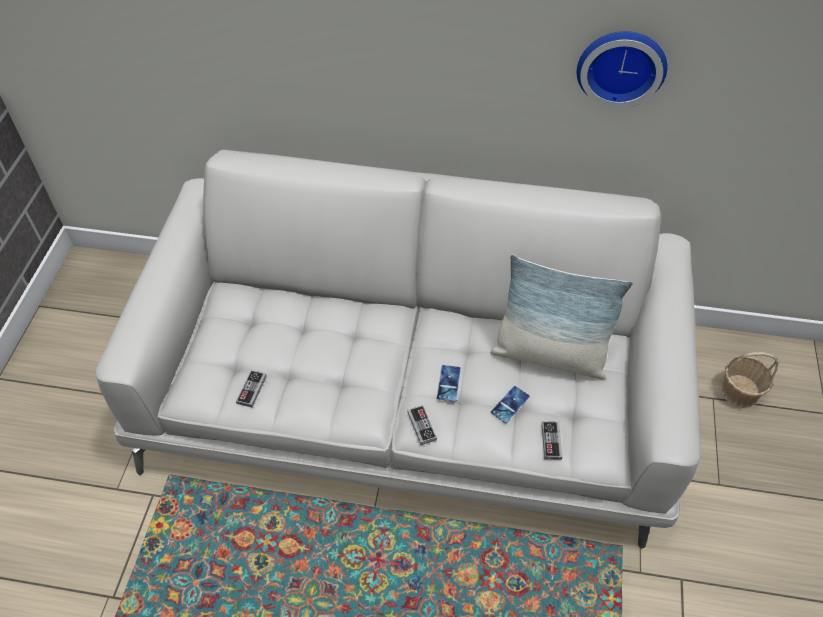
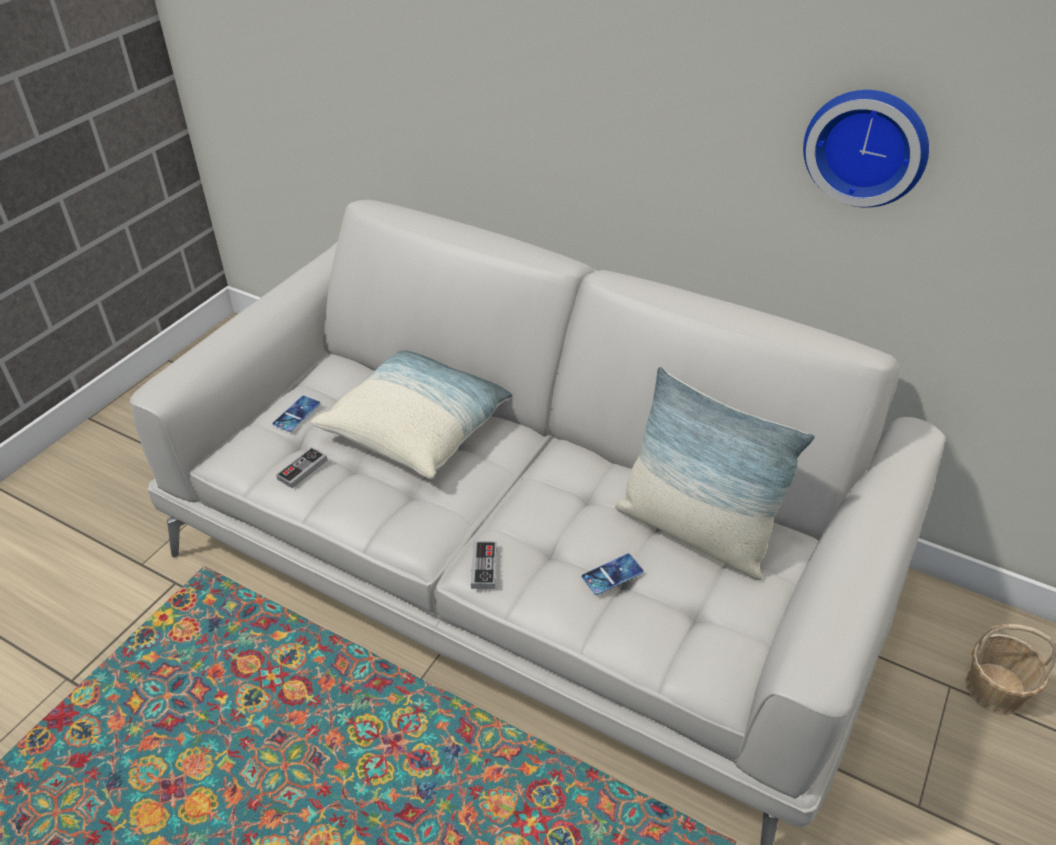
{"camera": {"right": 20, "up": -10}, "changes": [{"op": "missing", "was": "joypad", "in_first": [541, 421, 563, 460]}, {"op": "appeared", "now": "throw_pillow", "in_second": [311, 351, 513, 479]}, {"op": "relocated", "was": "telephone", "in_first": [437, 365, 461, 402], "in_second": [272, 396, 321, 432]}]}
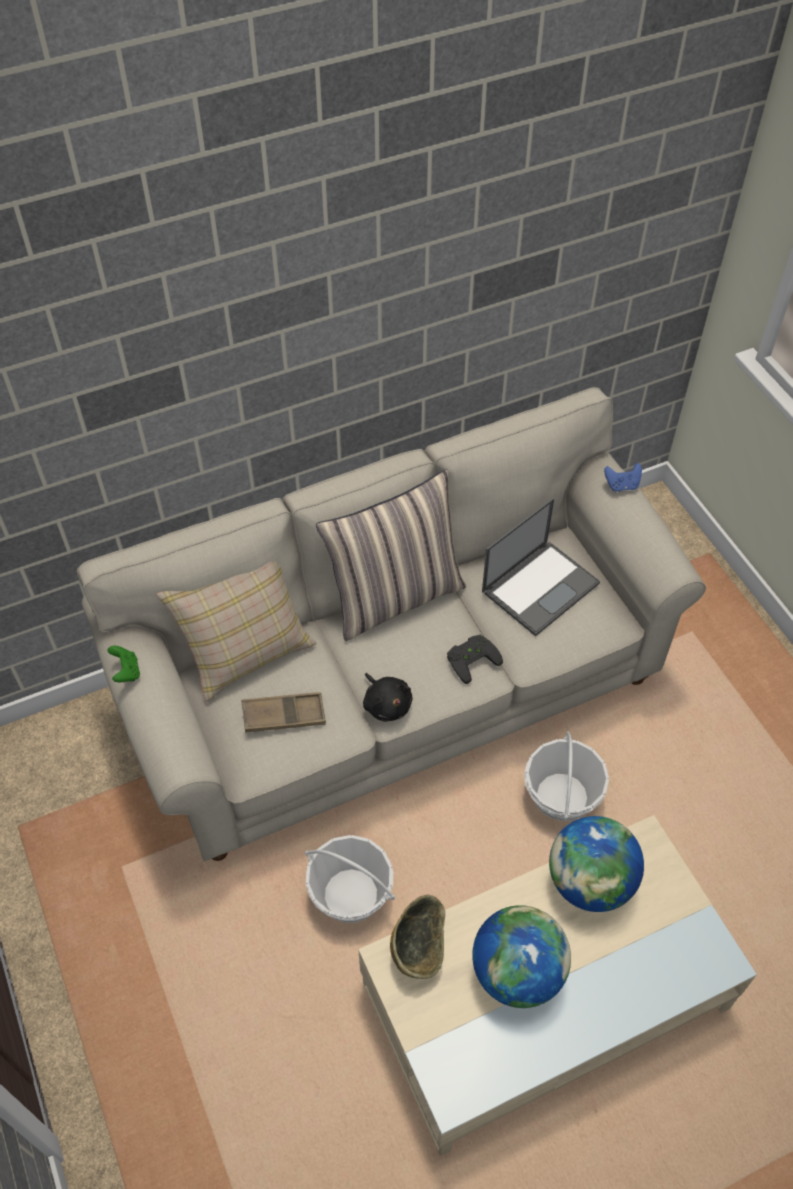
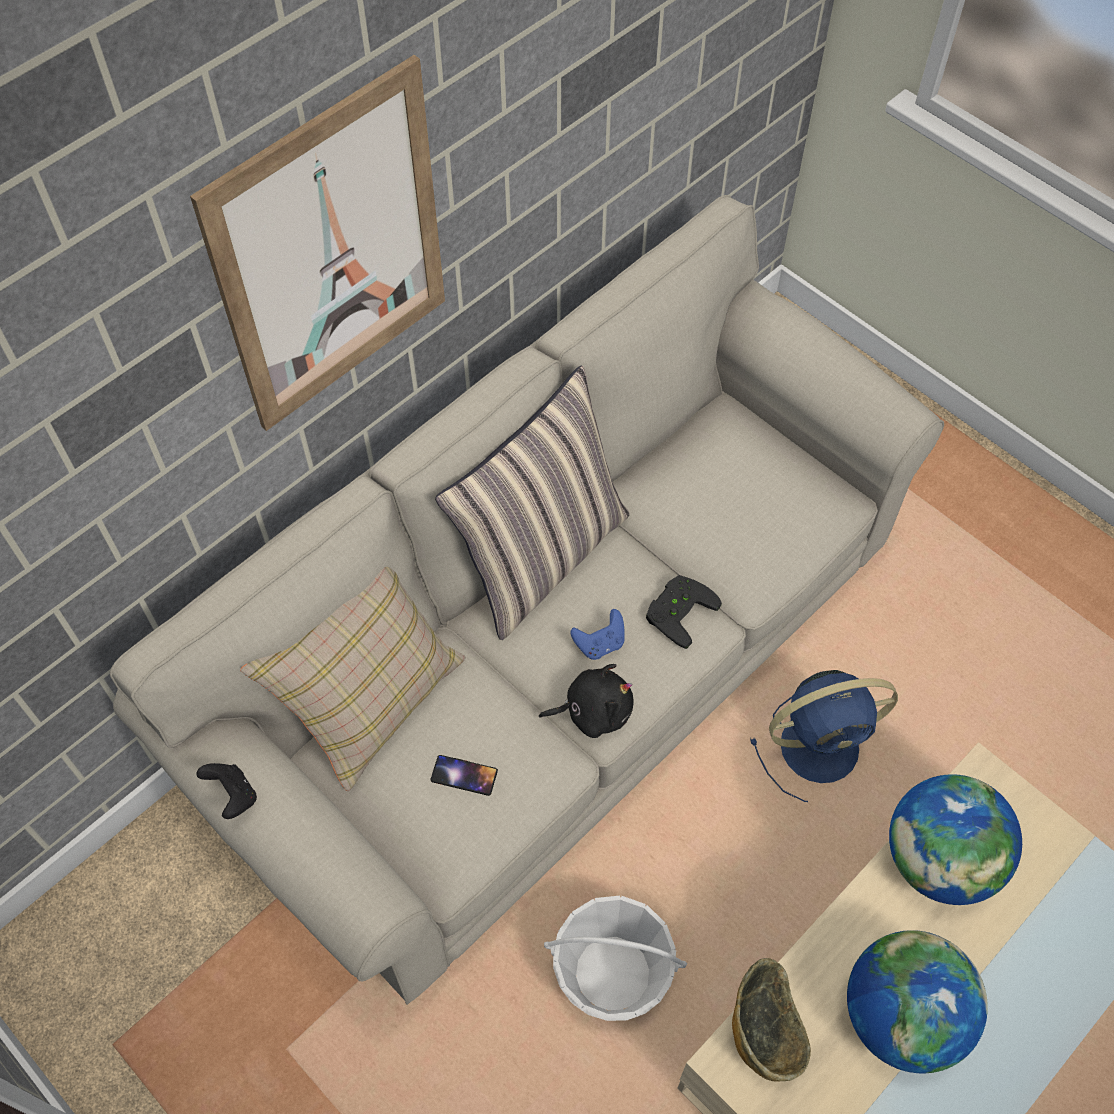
{"camera": {"right": -20, "up": 5}, "changes": [{"op": "missing", "was": "notebook_computer", "in_first": [482, 498, 600, 637]}, {"op": "appeared", "now": "wall_picture", "in_second": [190, 55, 445, 431]}, {"op": "relocated", "was": "blue-coloured_joypad", "in_first": [604, 463, 642, 492], "in_second": [570, 609, 625, 660]}, {"op": "exchanged", "was": "brown_serving_tray", "now": "telephone", "in_first": [242, 692, 326, 733], "in_second": [430, 755, 498, 796]}, {"op": "exchanged", "was": "household_basket", "now": "blue-coloured_fan", "in_first": [524, 731, 609, 821], "in_second": [750, 670, 898, 802]}, {"op": "colour", "was": "green-coloured_joypad", "now": "black-coloured_joypad", "in_first": [108, 646, 140, 682], "in_second": [196, 763, 257, 819]}, {"op": "spun", "was": "black-coloured_cuddly_toy", "in_first": [363, 673, 413, 722], "in_second": [539, 664, 634, 738], "clockwise": -45}]}
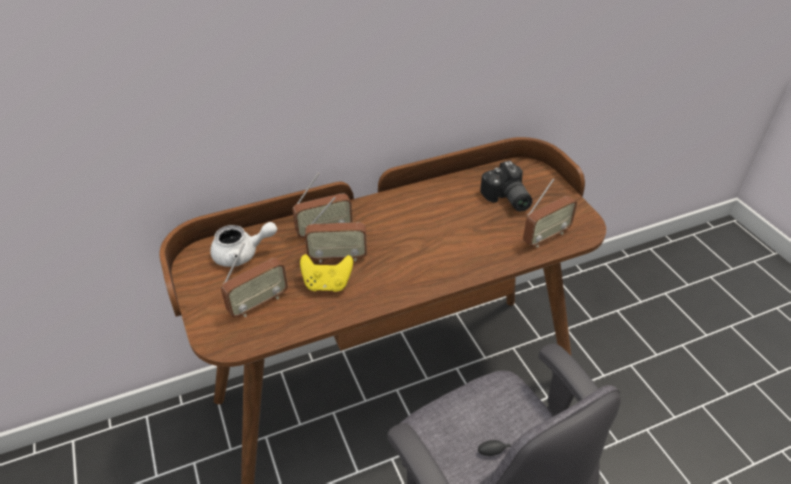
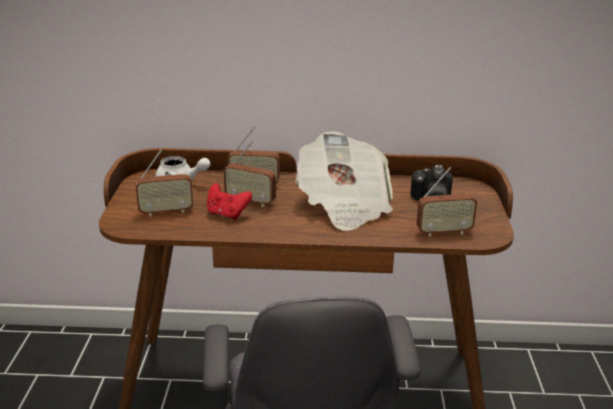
{"camera": {"right": 25, "up": -15}, "changes": [{"op": "appeared", "now": "newspaper", "in_second": [295, 131, 393, 231]}, {"op": "colour", "was": "yellow_joypad", "now": "reddish_joypad", "in_first": [300, 254, 353, 292], "in_second": [207, 183, 252, 220]}]}
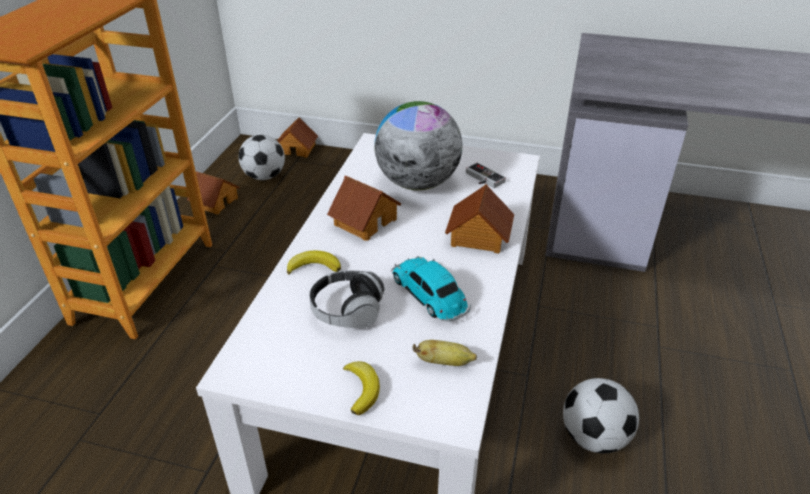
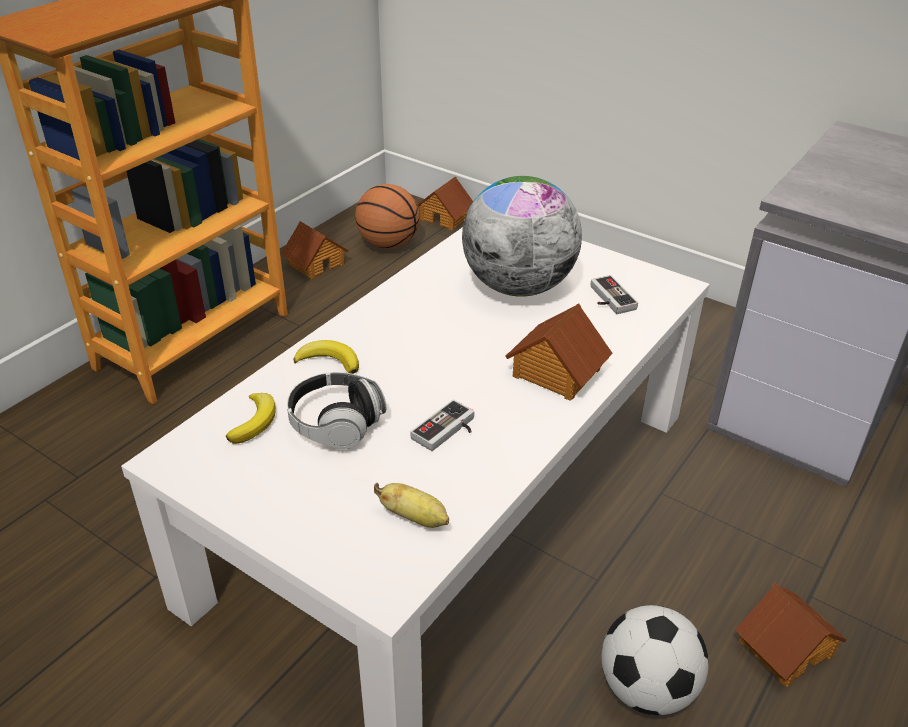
{"camera": {"right": 20, "up": 0}, "changes": [{"op": "relocated", "was": "miniature_house", "in_first": [327, 175, 401, 241], "in_second": [735, 583, 847, 687]}, {"op": "relocated", "was": "banana_fruit", "in_first": [343, 361, 380, 415], "in_second": [226, 393, 276, 444]}, {"op": "exchanged", "was": "football", "now": "basketball", "in_first": [238, 134, 285, 180], "in_second": [355, 184, 420, 249]}, {"op": "exchanged", "was": "toy_car", "now": "joypad", "in_first": [391, 256, 471, 322], "in_second": [410, 399, 474, 451]}]}
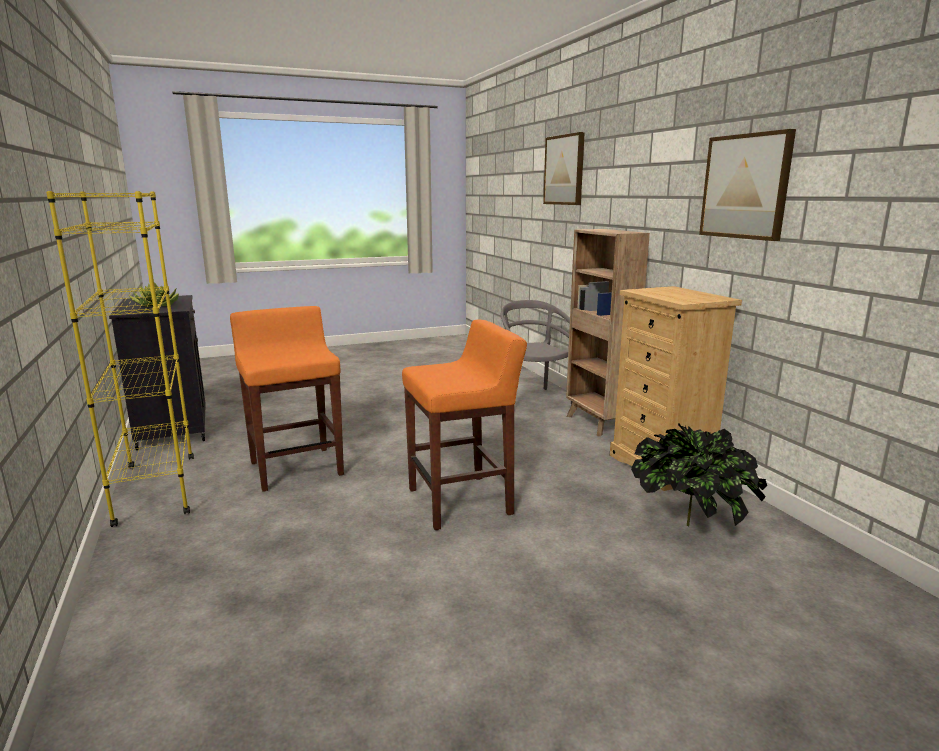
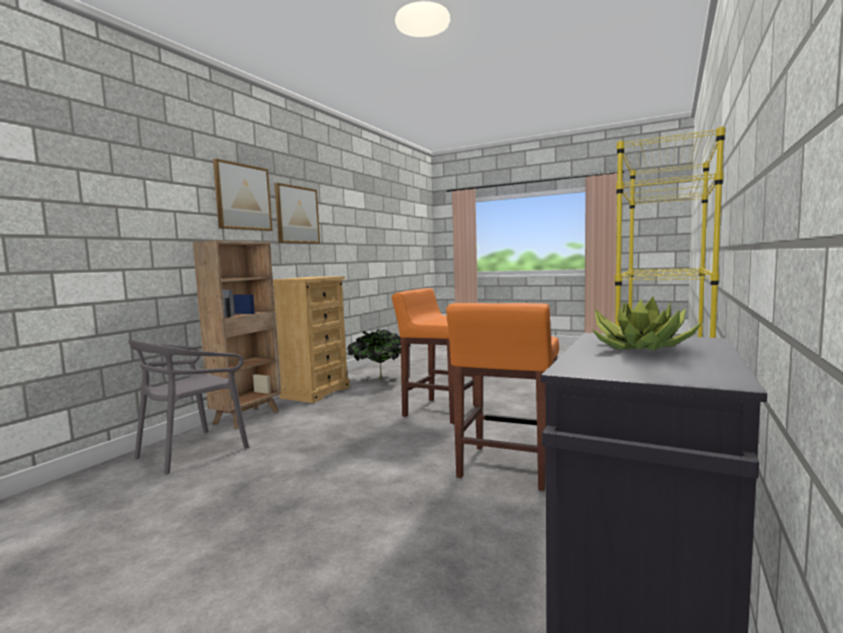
{"camera": {"right": -130, "up": -10}, "changes": [{"op": "relocated", "was": "wall_picture", "in_first": [543, 132, 585, 205], "in_second": [213, 159, 273, 231]}]}
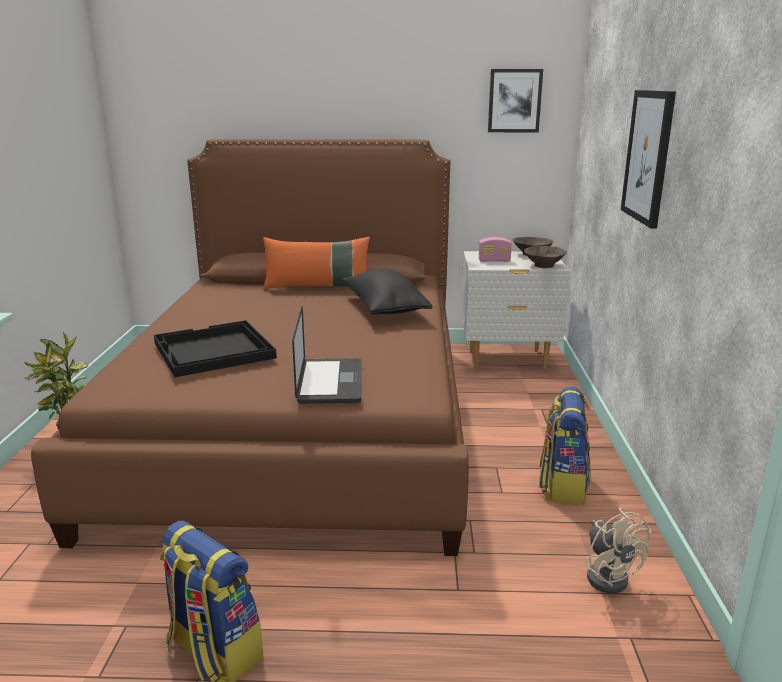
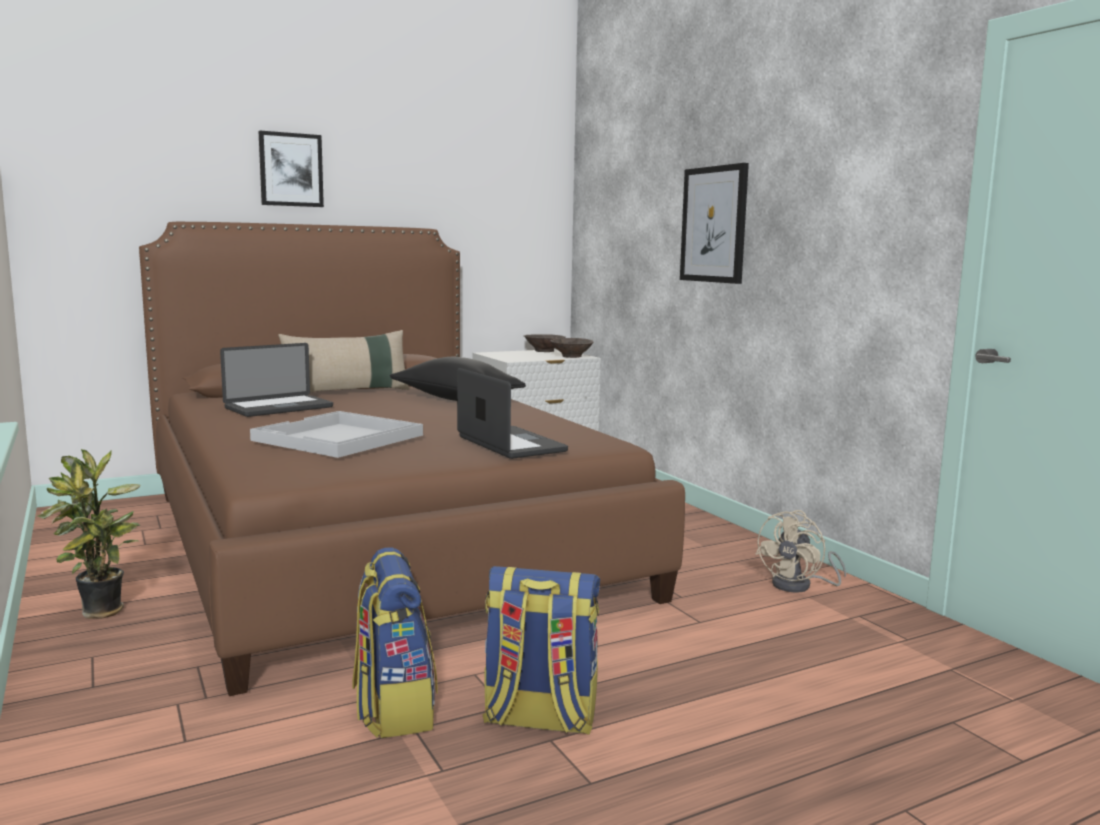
{"camera": {"right": -30, "up": -10}, "changes": [{"op": "missing", "was": "radio_set", "in_first": [479, 237, 512, 262]}, {"op": "appeared", "now": "notebook_computer", "in_second": [220, 343, 333, 417]}, {"op": "relocated", "was": "wall_picture", "in_first": [488, 69, 543, 132], "in_second": [258, 130, 324, 207]}, {"op": "relocated", "was": "knapsack", "in_first": [539, 387, 591, 505], "in_second": [353, 547, 438, 738]}, {"op": "colour", "was": "black-coloured_serving_tray", "now": "white_serving_tray", "in_first": [154, 320, 277, 377], "in_second": [250, 411, 423, 458]}, {"op": "colour", "was": "orange_throw_pillow", "now": "sand-coloured_throw_pillow", "in_first": [263, 237, 370, 290], "in_second": [278, 330, 410, 393]}, {"op": "spun", "was": "sand-coloured_fan", "in_first": [585, 507, 652, 594], "in_second": [756, 510, 846, 592], "clockwise": 90}]}
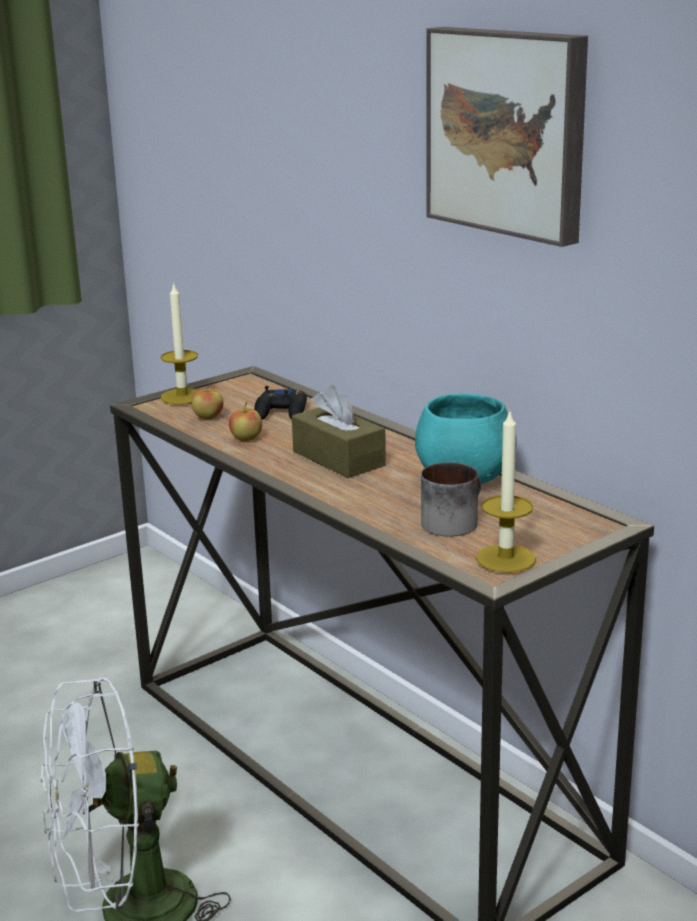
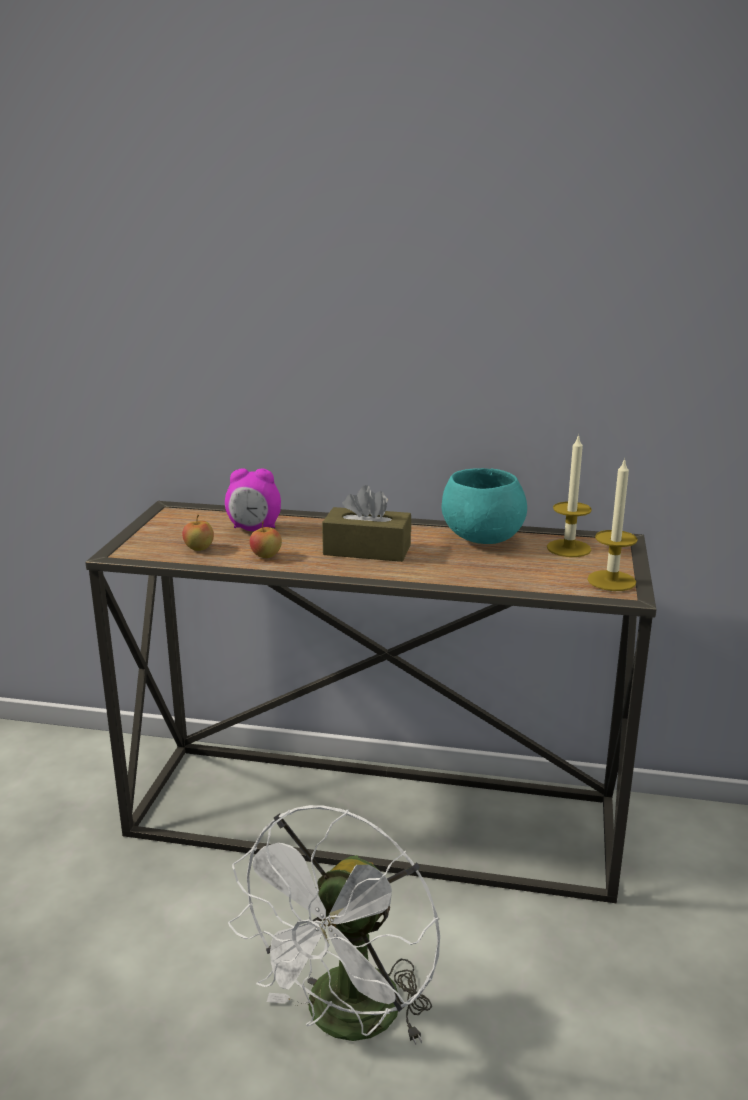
{"camera": {"right": -40, "up": 0}, "changes": [{"op": "missing", "was": "coffee_mug", "in_first": [421, 462, 481, 537]}, {"op": "missing", "was": "wall_picture", "in_first": [426, 27, 588, 247]}, {"op": "relocated", "was": "candle", "in_first": [161, 282, 198, 404], "in_second": [547, 434, 592, 557]}, {"op": "exchanged", "was": "black-coloured_joypad", "now": "table_clock", "in_first": [254, 386, 307, 420], "in_second": [225, 469, 281, 531]}]}
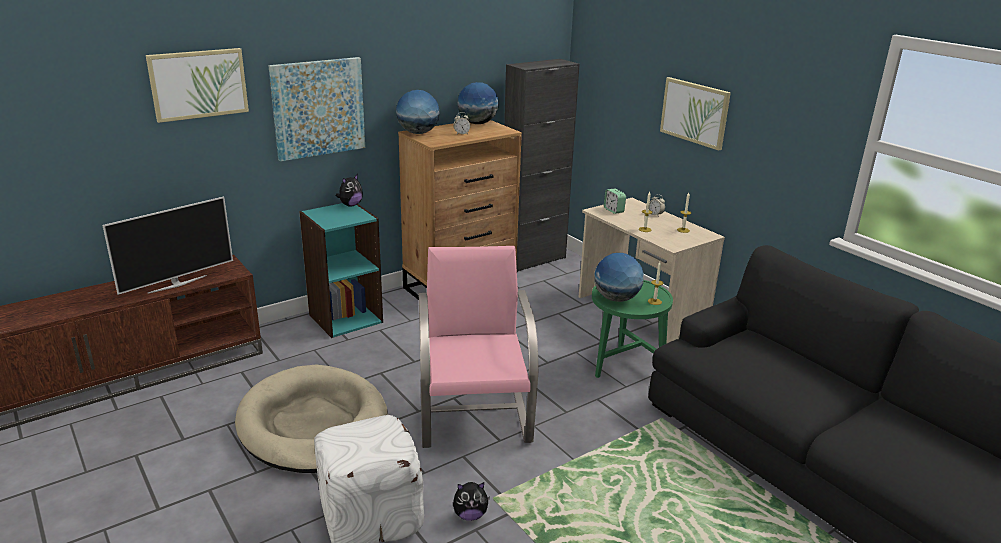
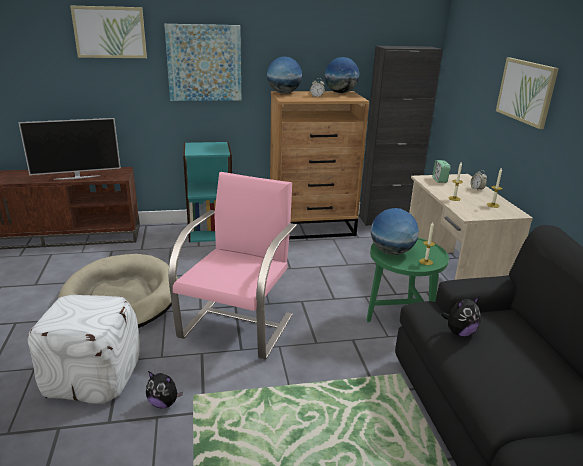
{"camera": {"right": 25, "up": 0}, "changes": [{"op": "relocated", "was": "cuddly_toy", "in_first": [336, 174, 363, 207], "in_second": [441, 297, 481, 336]}]}
